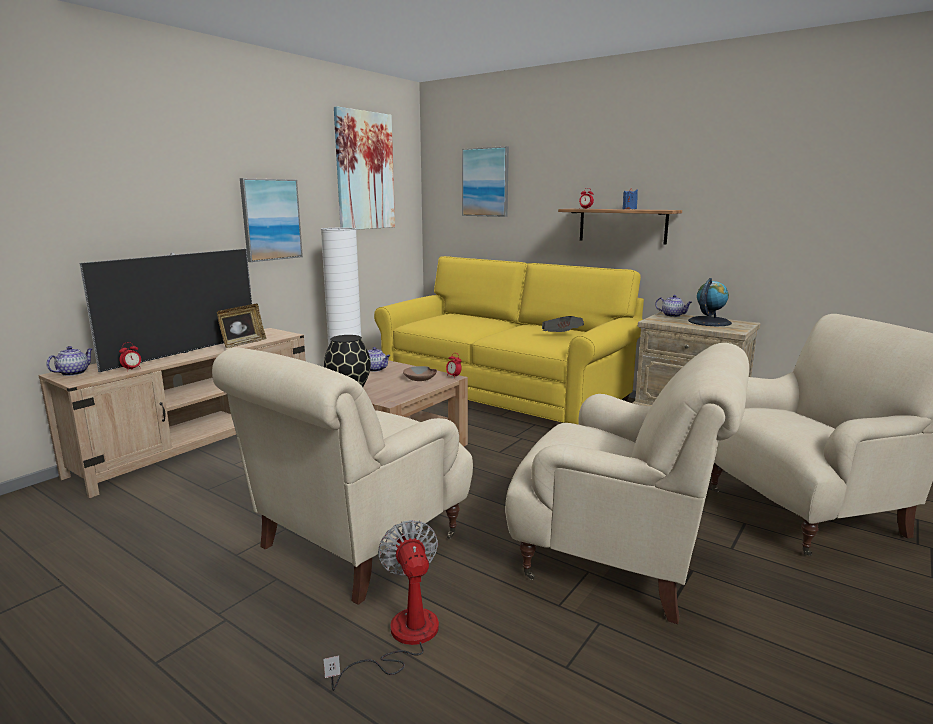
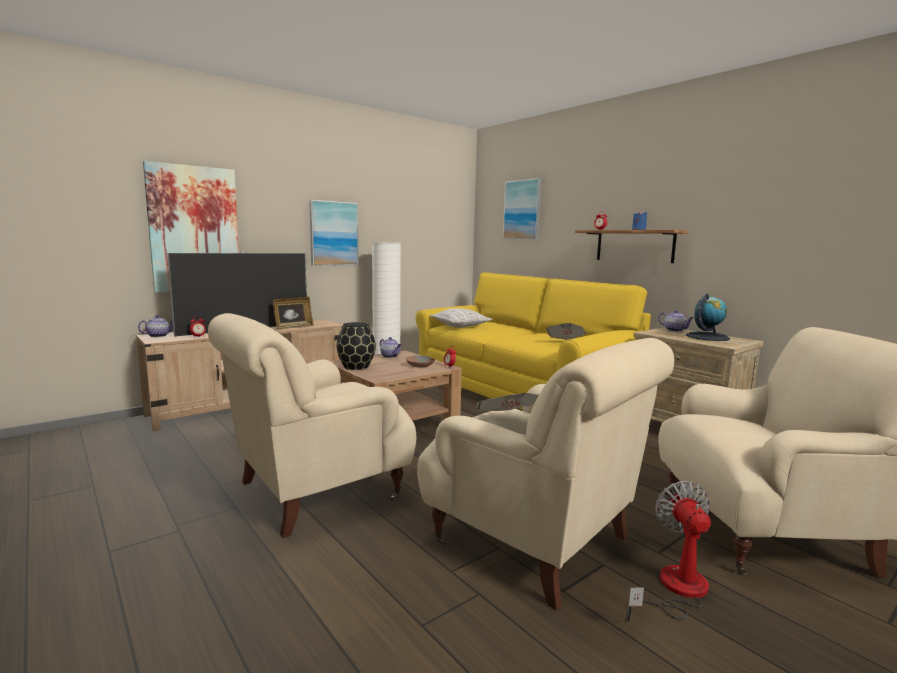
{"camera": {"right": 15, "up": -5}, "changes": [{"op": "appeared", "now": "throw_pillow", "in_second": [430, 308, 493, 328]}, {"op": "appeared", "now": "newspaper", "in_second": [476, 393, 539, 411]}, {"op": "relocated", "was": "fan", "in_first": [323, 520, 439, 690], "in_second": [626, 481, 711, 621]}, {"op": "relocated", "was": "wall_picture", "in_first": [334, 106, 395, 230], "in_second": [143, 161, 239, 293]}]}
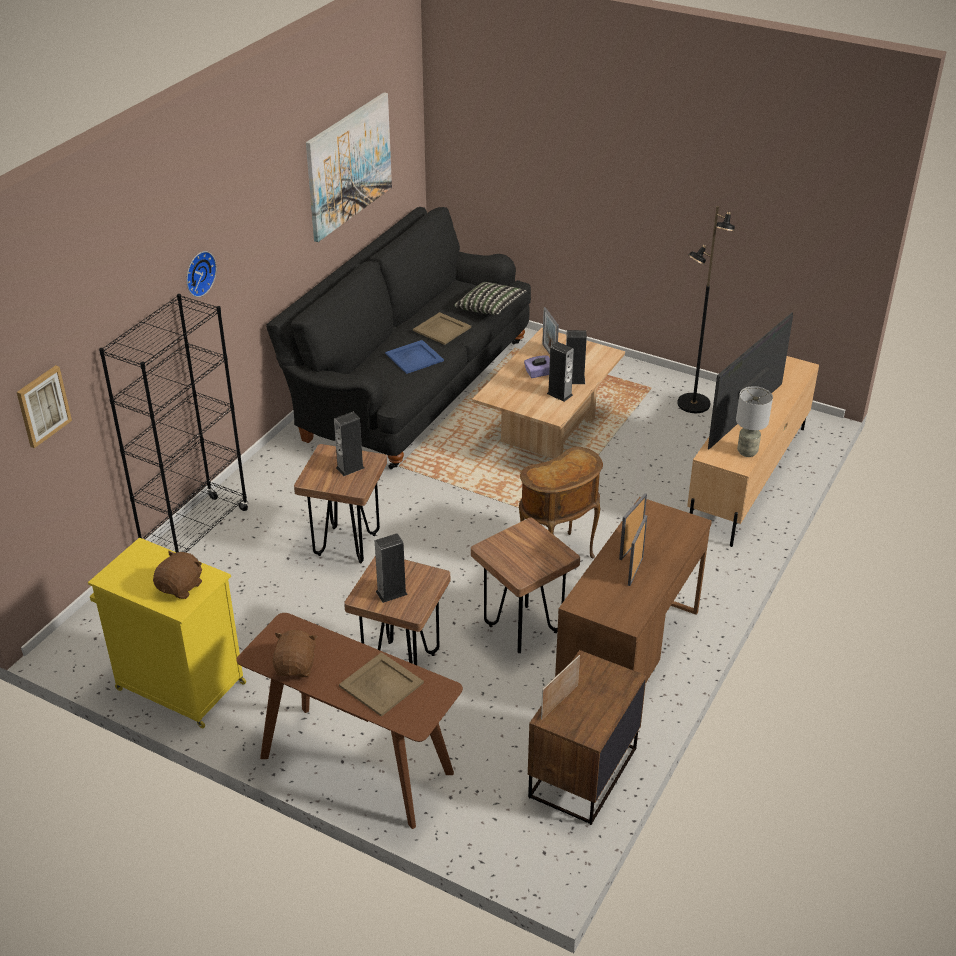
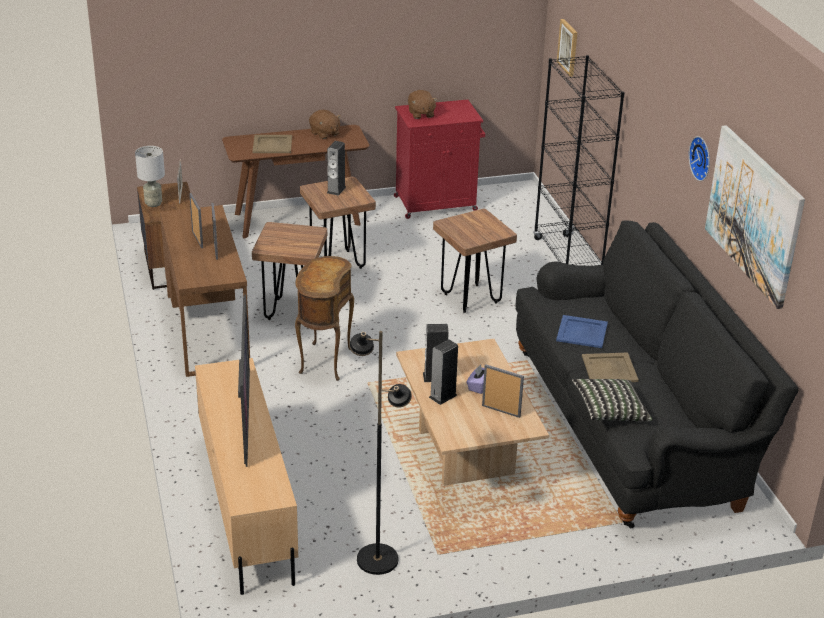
{"camera": {"right": 135, "up": -5}, "changes": [{"op": "missing", "was": "speaker", "in_first": [334, 412, 365, 476]}, {"op": "relocated", "was": "wall_clock", "in_first": [186, 251, 217, 297], "in_second": [689, 136, 710, 181]}, {"op": "relocated", "was": "grey_lamp_for_a_table", "in_first": [736, 386, 773, 457], "in_second": [135, 146, 165, 207]}, {"op": "colour", "was": "yellow_cupboard", "now": "reddish_cupboard", "in_first": [88, 538, 246, 728], "in_second": [394, 100, 485, 219]}]}
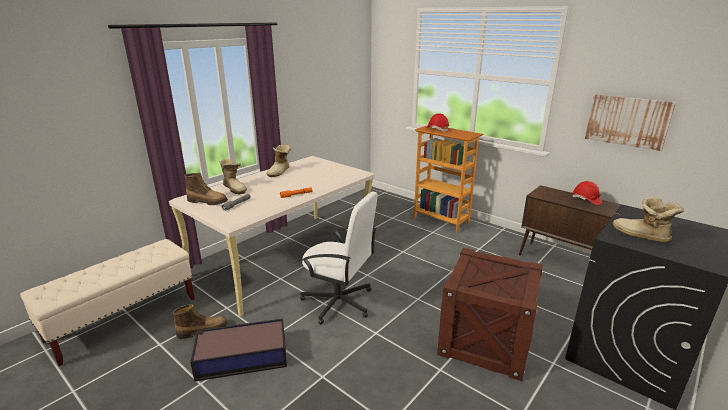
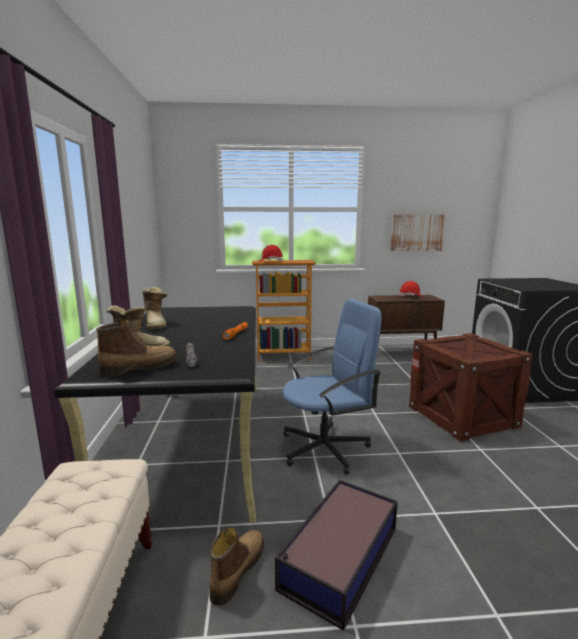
{"camera": {"right": -45, "up": -10}, "changes": [{"op": "missing", "was": "boot", "in_first": [613, 197, 684, 243]}, {"op": "colour", "was": "sand-coloured_desk", "now": "black-coloured_desk", "in_first": [169, 156, 374, 317], "in_second": [54, 306, 257, 523]}, {"op": "colour", "was": "white_computer_chair", "now": "blue-coloured_computer_chair", "in_first": [300, 192, 378, 324], "in_second": [282, 299, 382, 475]}]}
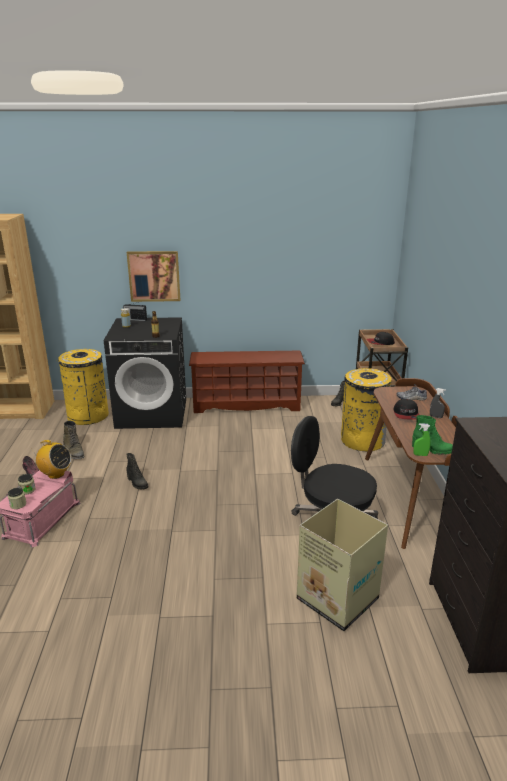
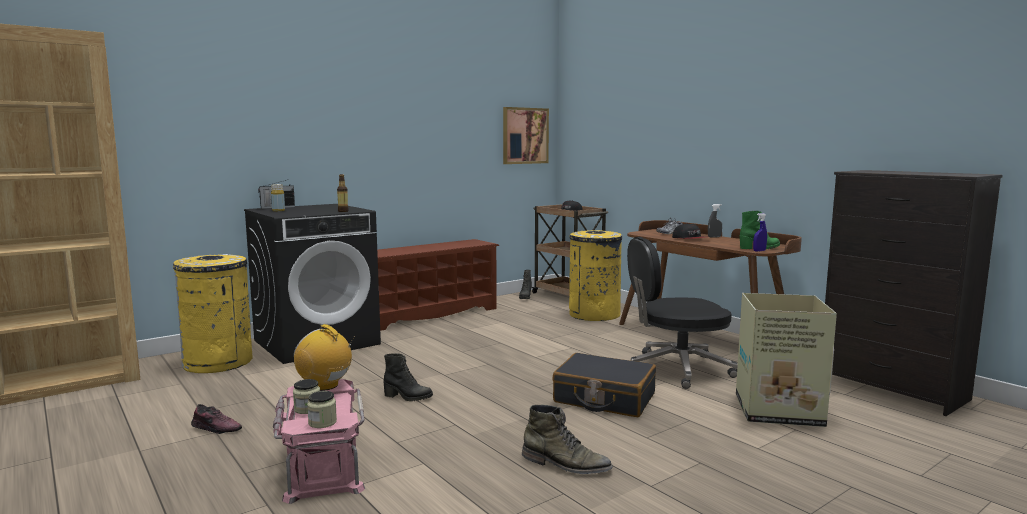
{"camera": {"right": -35, "up": -15}, "changes": [{"op": "appeared", "now": "black-coloured_travel_case", "in_second": [552, 353, 656, 417]}, {"op": "relocated", "was": "green-coloured_boot", "in_first": [63, 421, 85, 459], "in_second": [522, 405, 613, 474]}, {"op": "relocated", "was": "wall_picture", "in_first": [127, 251, 180, 302], "in_second": [503, 107, 549, 164]}, {"op": "colour", "was": "green-coloured_hand_sprayer", "now": "blue-coloured_hand_sprayer", "in_first": [413, 423, 431, 456], "in_second": [753, 213, 767, 252]}, {"op": "spun", "was": "radio_set", "in_first": [32, 440, 71, 479], "in_second": [294, 324, 355, 391], "clockwise": -135}]}
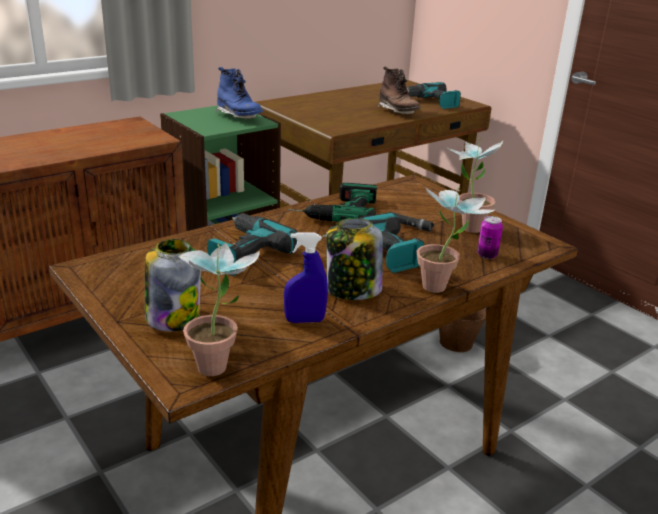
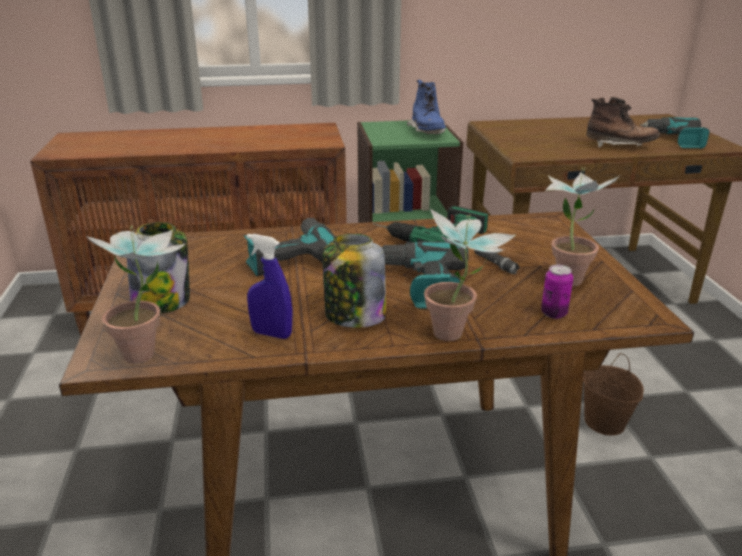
{"camera": {"right": 30, "up": 0}, "changes": [{"op": "spun", "was": "brown_boot", "in_first": [378, 67, 421, 114], "in_second": [586, 97, 660, 148], "clockwise": -75}]}
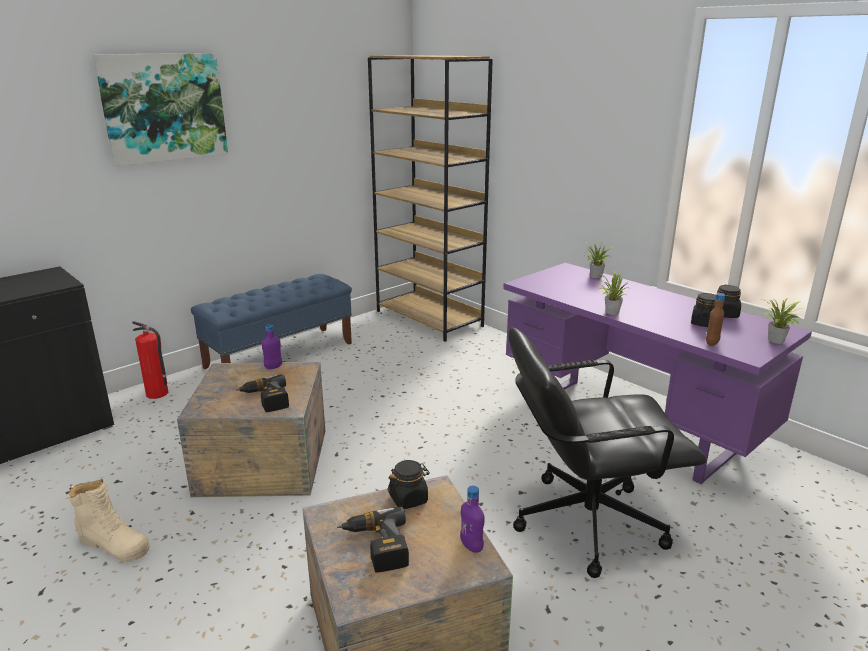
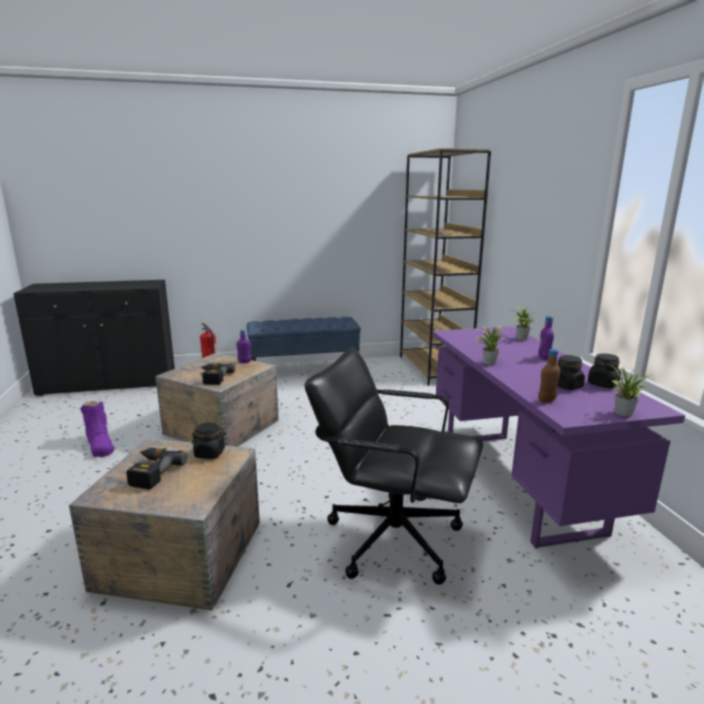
{"camera": {"right": 30, "up": -5}, "changes": [{"op": "missing", "was": "wall_picture", "in_first": [93, 53, 228, 166]}, {"op": "relocated", "was": "purplish_bottle", "in_first": [460, 486, 485, 553], "in_second": [538, 316, 554, 360]}, {"op": "colour", "was": "sand-coloured_boot", "now": "purplish_boot", "in_first": [69, 479, 150, 562], "in_second": [81, 401, 114, 457]}]}
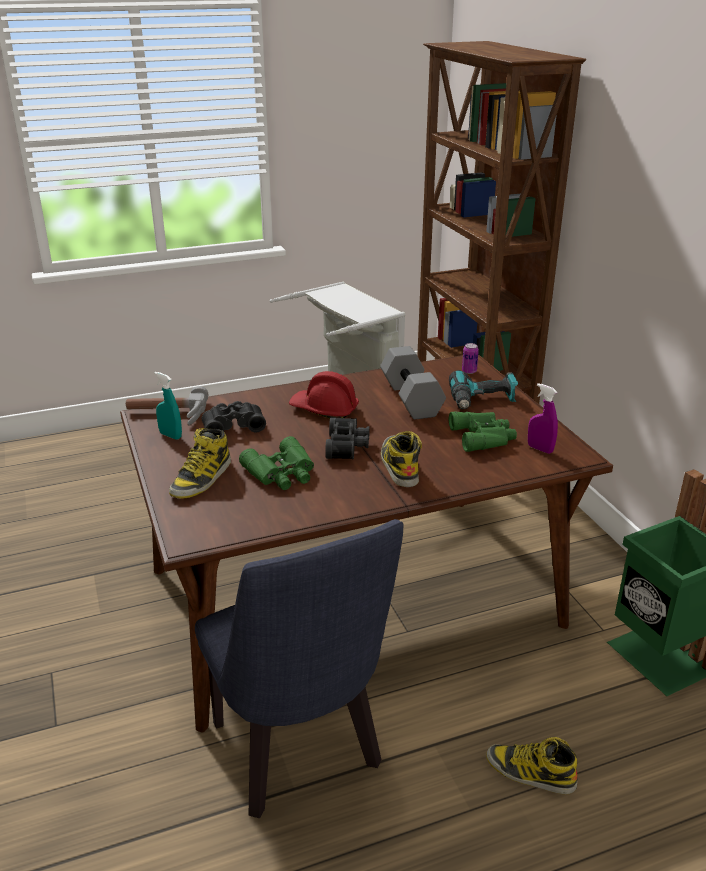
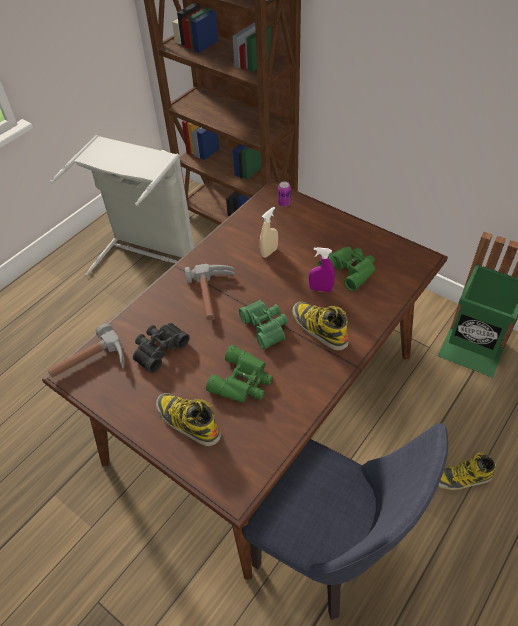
{"camera": {"right": -30, "up": 20}, "changes": [{"op": "missing", "was": "blue-green_hand_sprayer", "in_first": [154, 372, 182, 440]}, {"op": "missing", "was": "drill", "in_first": [449, 370, 518, 409]}, {"op": "relocated", "was": "purplish_hand_sprayer", "in_first": [528, 383, 558, 454], "in_second": [309, 247, 335, 292]}, {"op": "exchanged", "was": "reddish_work_helmet", "now": "hand_hammer", "in_first": [289, 371, 359, 418], "in_second": [185, 264, 235, 321]}, {"op": "exchanged", "was": "grey_dumbbell", "now": "sand-coloured_hand_sprayer", "in_first": [380, 346, 446, 420], "in_second": [260, 207, 278, 258]}, {"op": "colour", "was": "black-coloured_binoculars", "now": "green-coloured_binoculars", "in_first": [325, 418, 370, 460], "in_second": [239, 300, 288, 349]}, {"op": "spun", "was": "boot", "in_first": [169, 428, 231, 499], "in_second": [156, 393, 221, 446], "clockwise": 135}]}
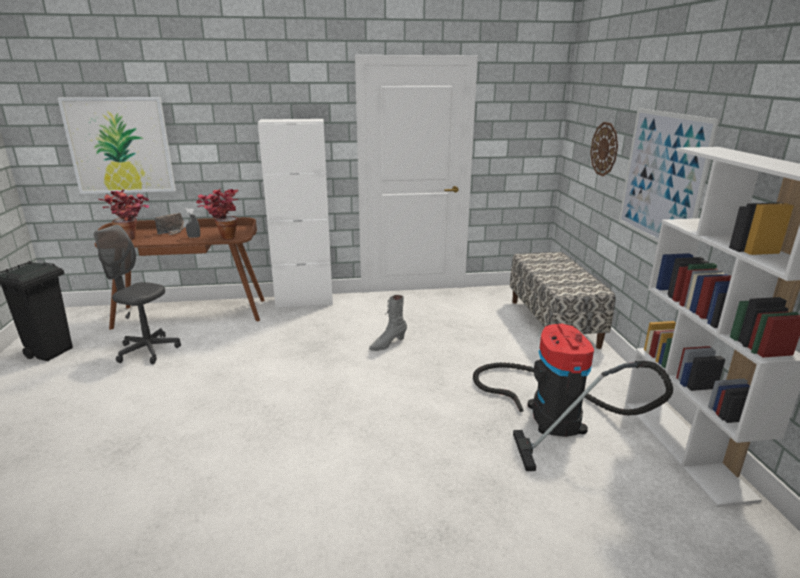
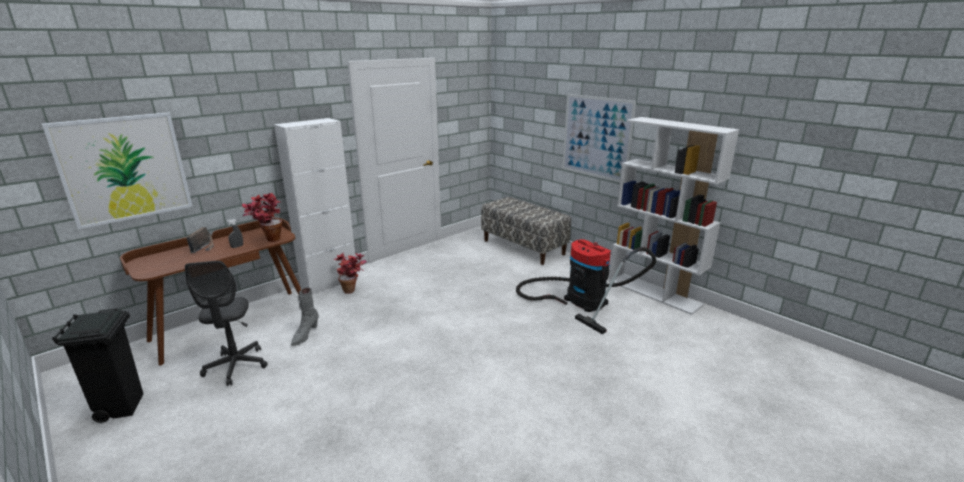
{"camera": {"right": -35, "up": 0}, "changes": [{"op": "missing", "was": "wall_clock", "in_first": [590, 122, 618, 176]}, {"op": "relocated", "was": "plant_in_a_pot", "in_first": [99, 189, 149, 240], "in_second": [334, 253, 366, 294]}, {"op": "relocated", "was": "grey_boot", "in_first": [369, 295, 407, 351], "in_second": [291, 288, 319, 346]}, {"op": "spun", "was": "grey_computer_chair", "in_first": [94, 225, 181, 364], "in_second": [185, 261, 268, 386], "clockwise": -90}]}
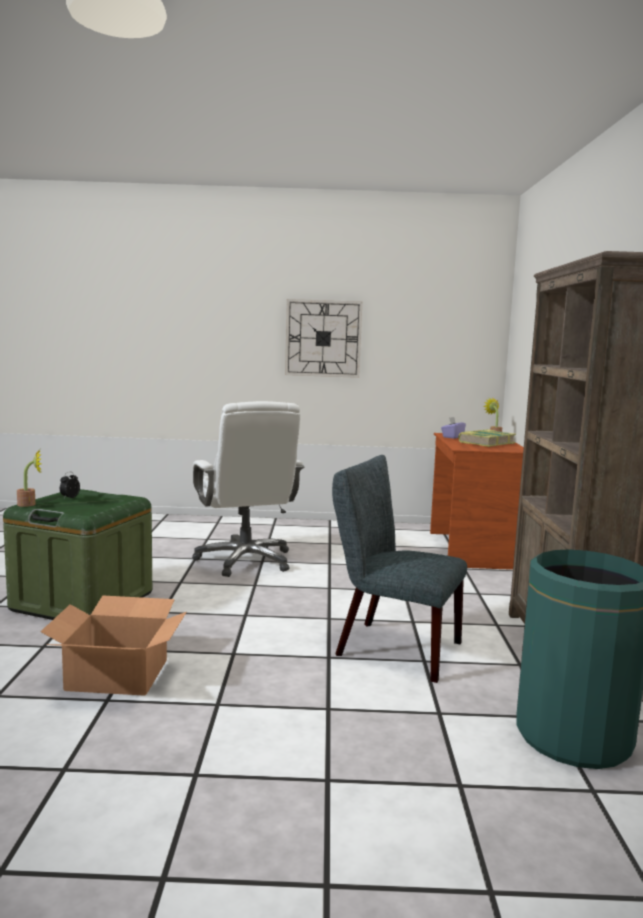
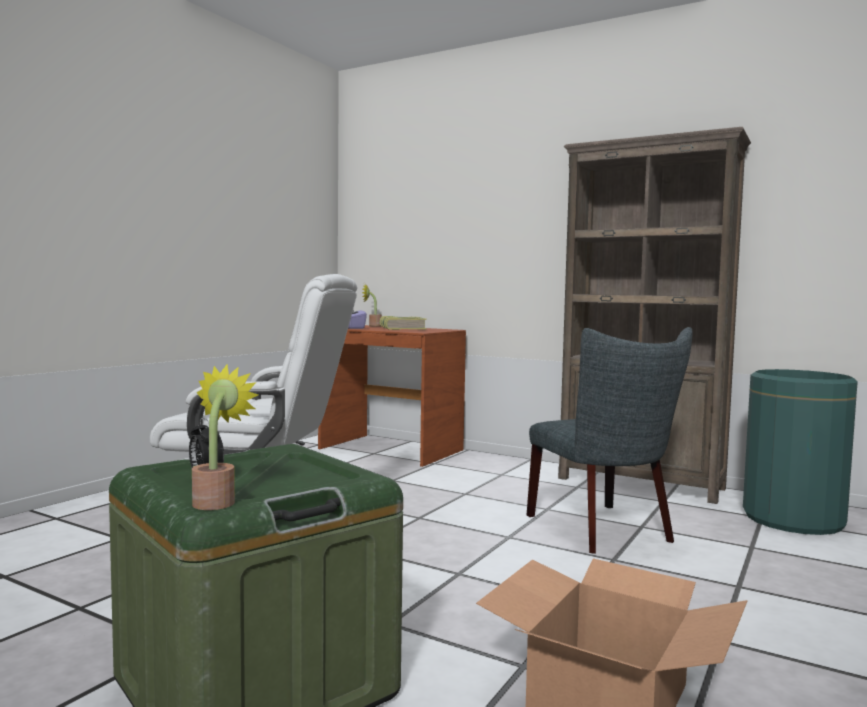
{"camera": {"right": -60, "up": -5}, "changes": [{"op": "missing", "was": "wall_clock", "in_first": [285, 299, 362, 378]}, {"op": "spun", "was": "grey_plain_chair", "in_first": [332, 455, 467, 683], "in_second": [527, 327, 692, 554], "clockwise": -75}]}
